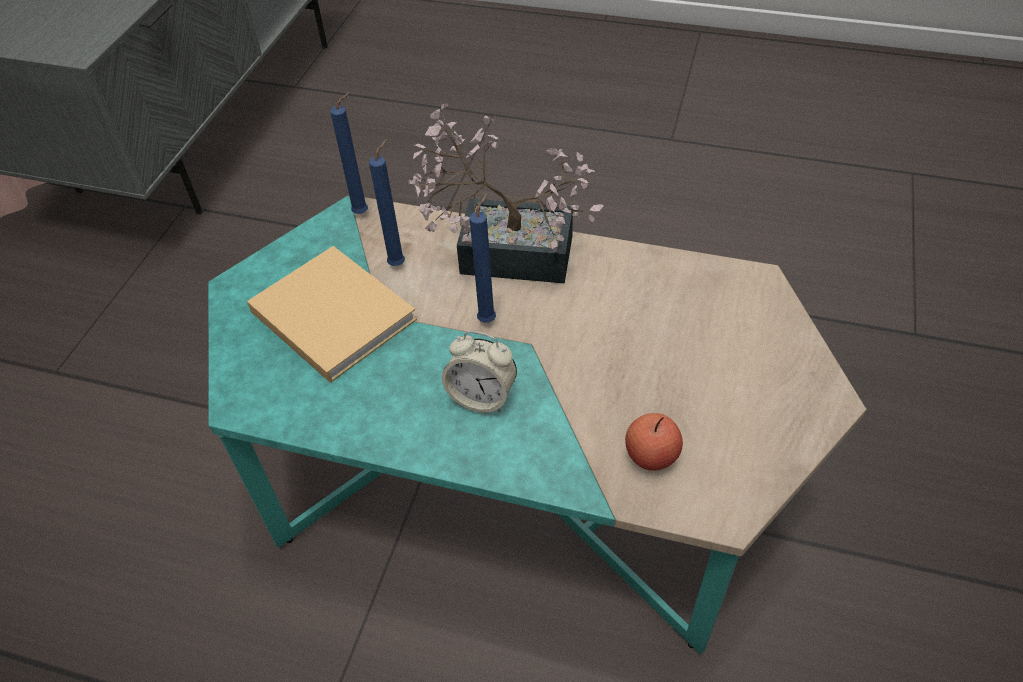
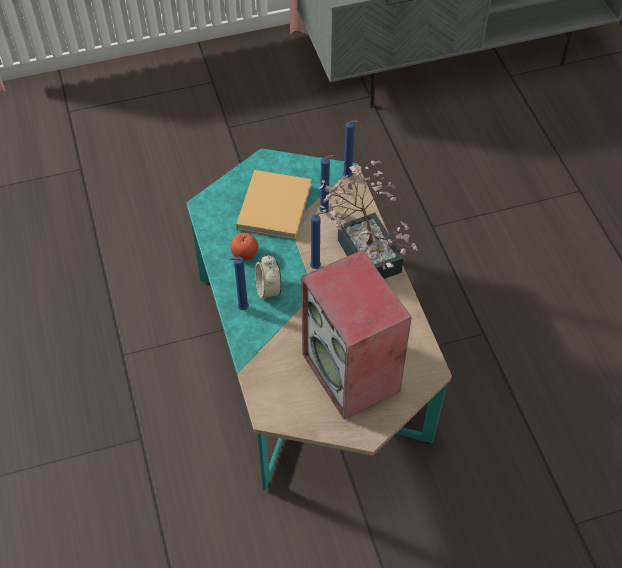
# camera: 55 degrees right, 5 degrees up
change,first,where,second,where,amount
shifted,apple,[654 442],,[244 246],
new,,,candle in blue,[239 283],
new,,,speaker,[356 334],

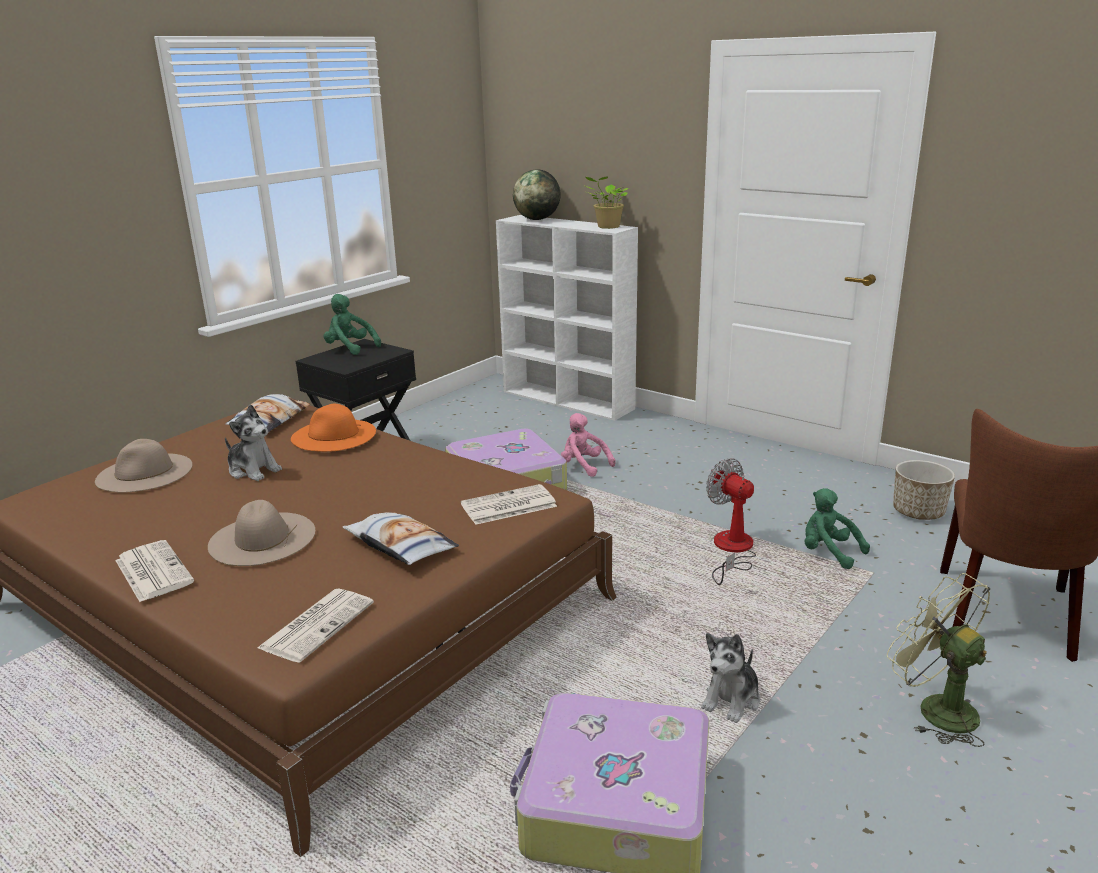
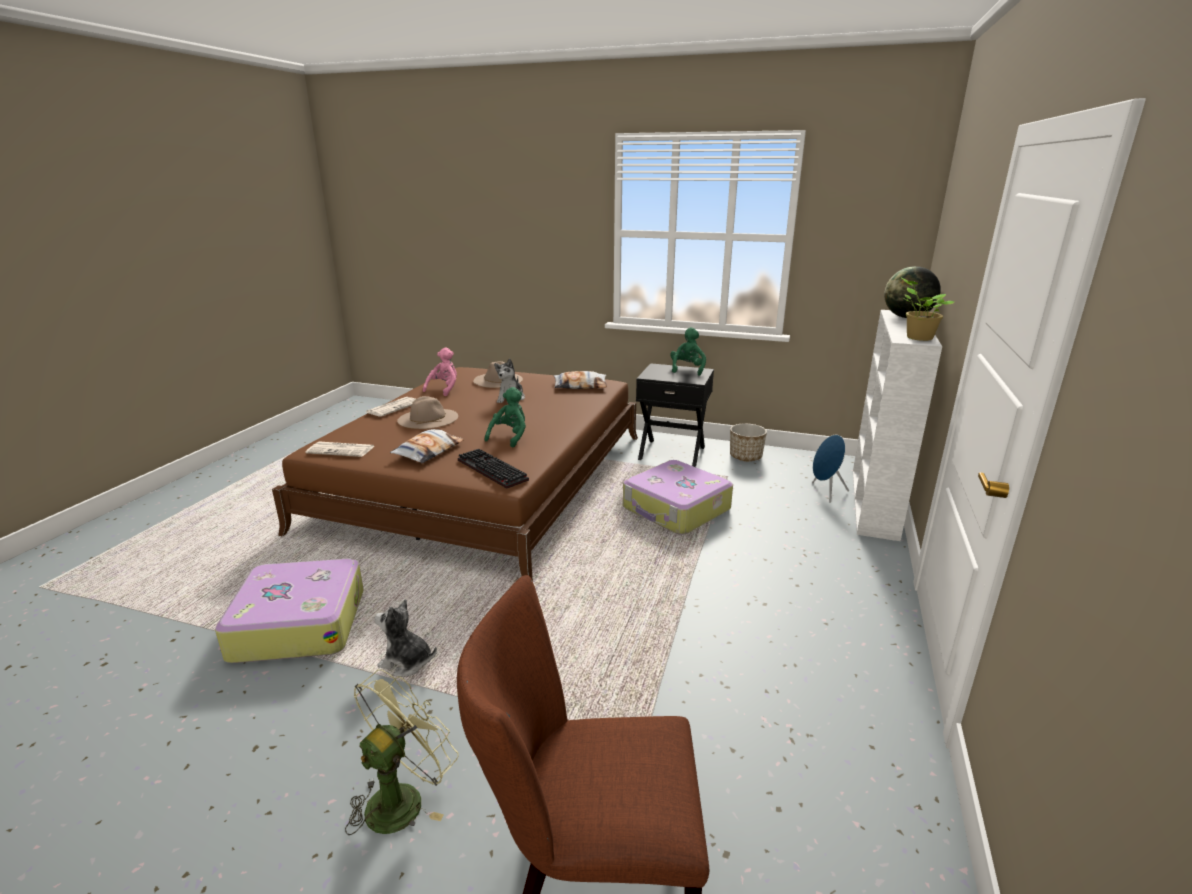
# camera: 70 degrees right, 0 degrees up
change,first,where,second,where,amount
gone,hat in orange,[333 428],,,
swapped,newspaper,[509 504],keyboard,[493 468],
shifted,plush toy in pink,[588 445],,[440 372],
gone,fan,[731 521],,,
shifted,plush toy in green,[837 528],,[505 417],
shifted,planter,[924 490],,[748 442],
new,,,speaker in blue,[830 469],

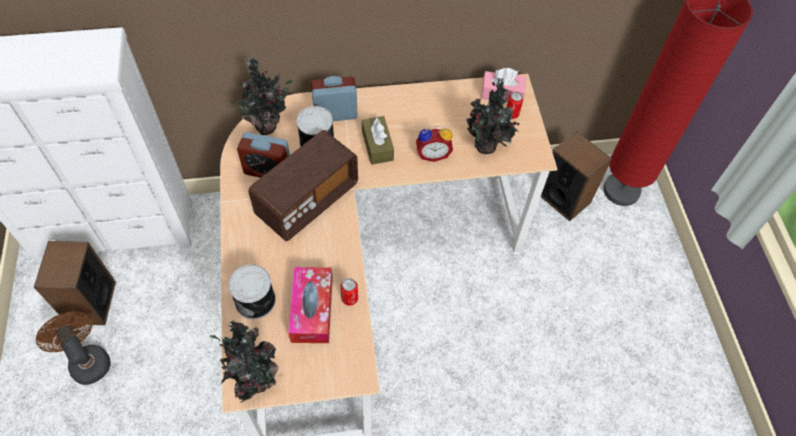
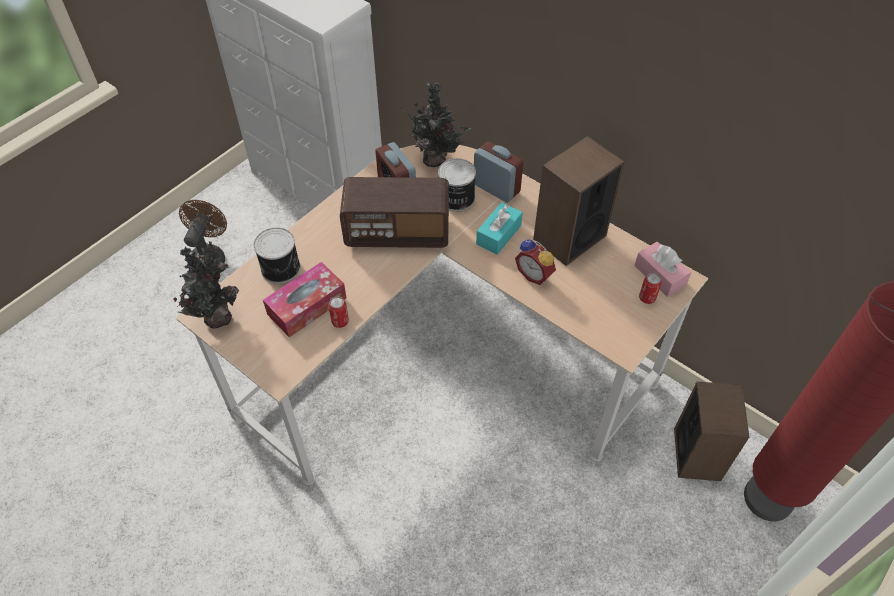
# camera: 50 degrees right, 5 degrees down
change,first,where,second,where,amount
shifted,speaker,[75 283],,[578 201],
repainted,tissue box in brown,[378 140],tissue box in turquoise,[499 228],
gone,potted plant,[492 116],,,

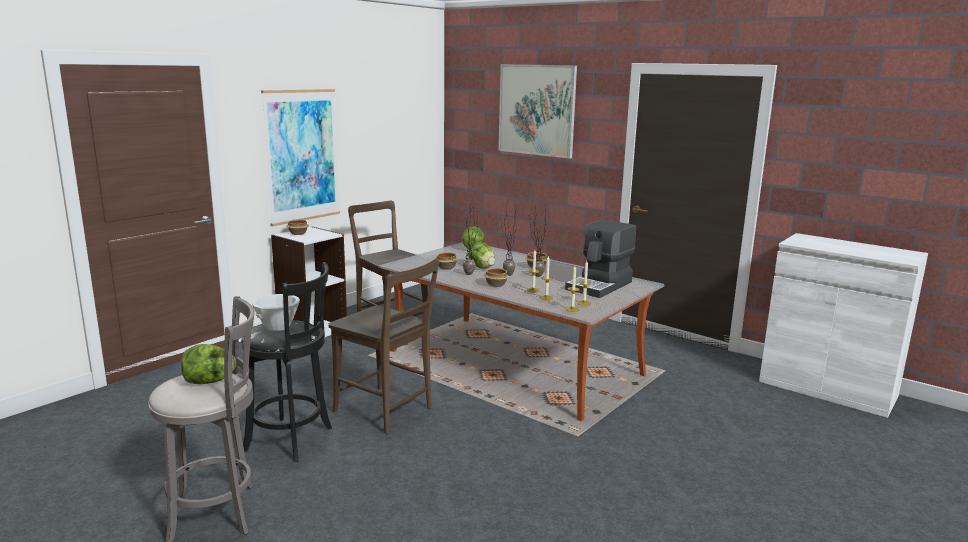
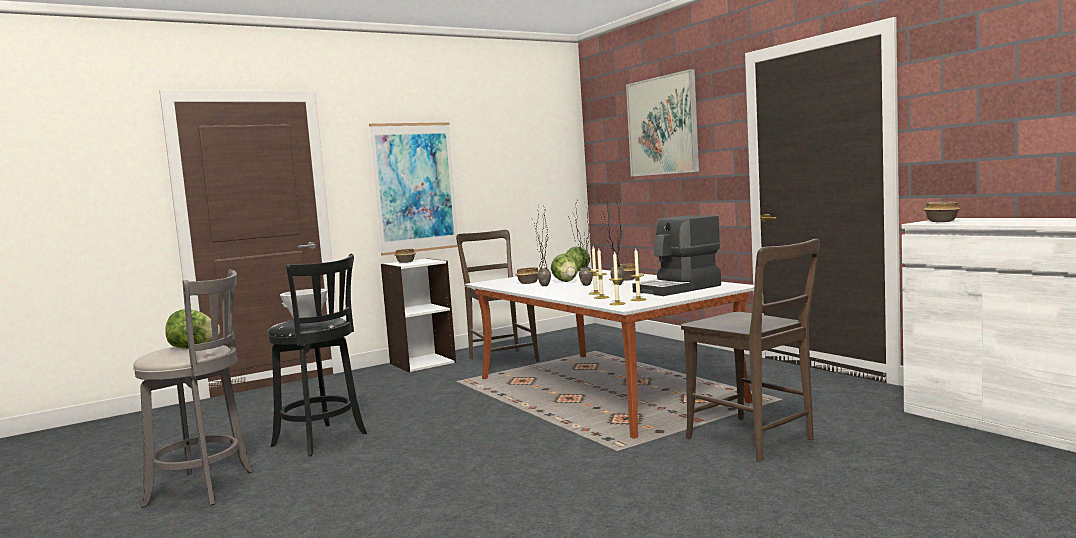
# camera: 20 degrees right, 10 degrees down
change,first,where,second,where,amount
shifted,chair in brown,[384 346],,[750 350],
shifted,bowl,[496 277],,[942 212],

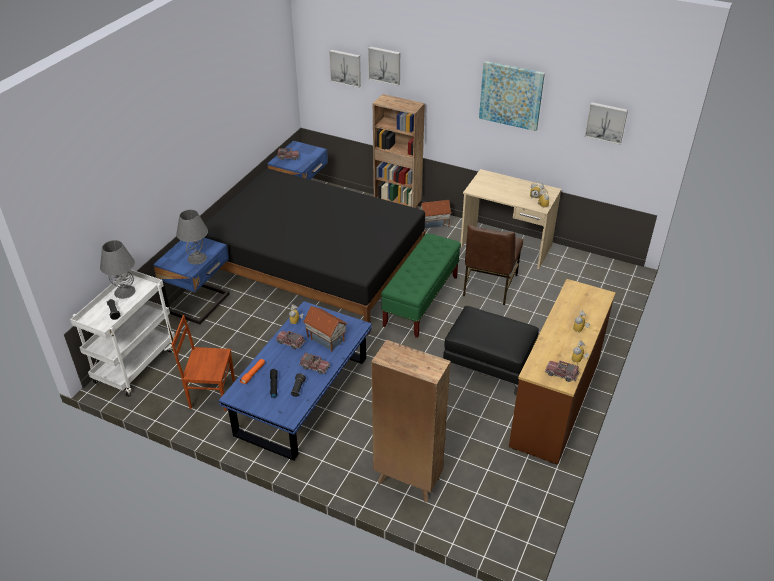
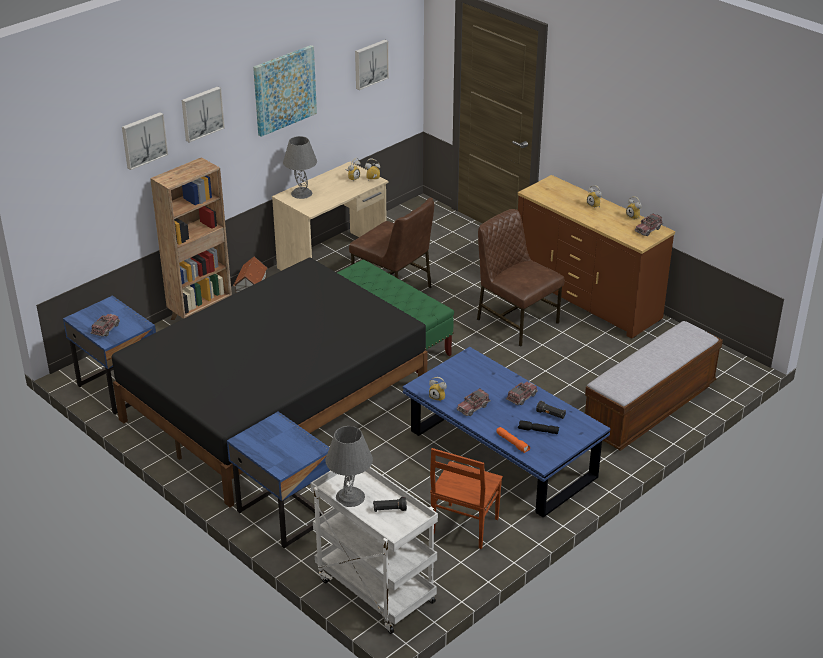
# camera: 70 degrees left, 5 degrees down
change,first,where,second,where,amount
shifted,table lamp in grey,[192 237],,[300 167],
gone,toy house,[325 329],,,
shifted,picture,[345 69],,[203 115],
swapped,bookcase in brown,[411 421],bench,[654 386],
swapped,ottoman in black,[491 350],chair in brown,[520 278],

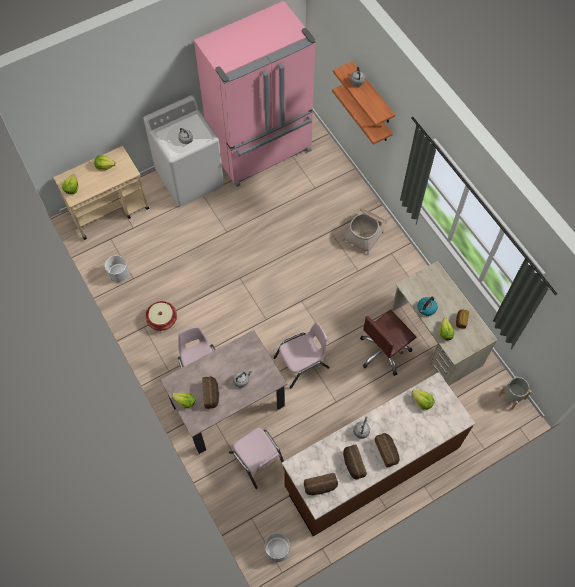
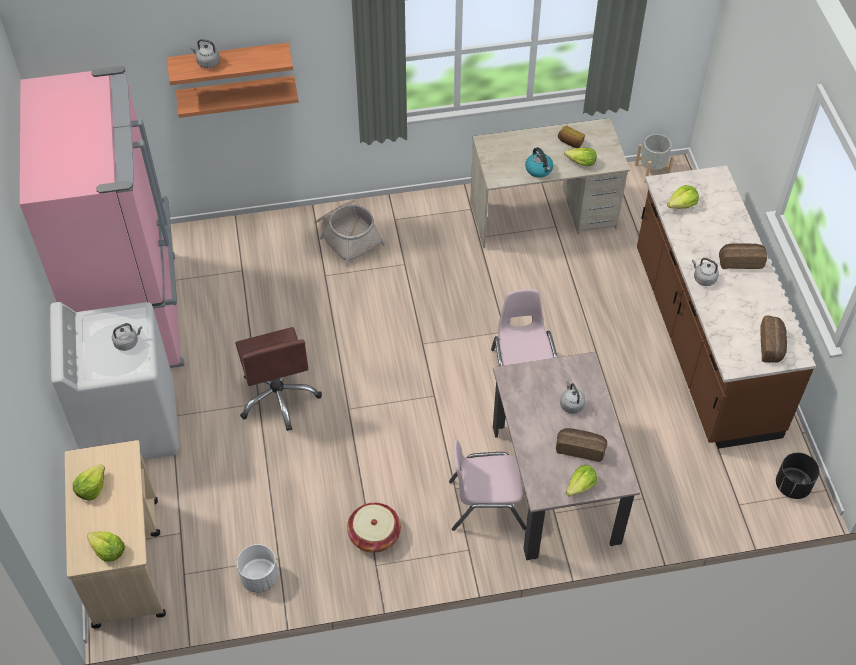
# camera: 70 degrees left, 10 degrees down
change,first,where,second,where,amount
gone,chair in pink,[256 458],,,
repainted,planter in white,[277 547],planter in black,[798 476],
gone,bread,[355 462],,,
shifted,office chair in brown,[388 343],,[278 379],

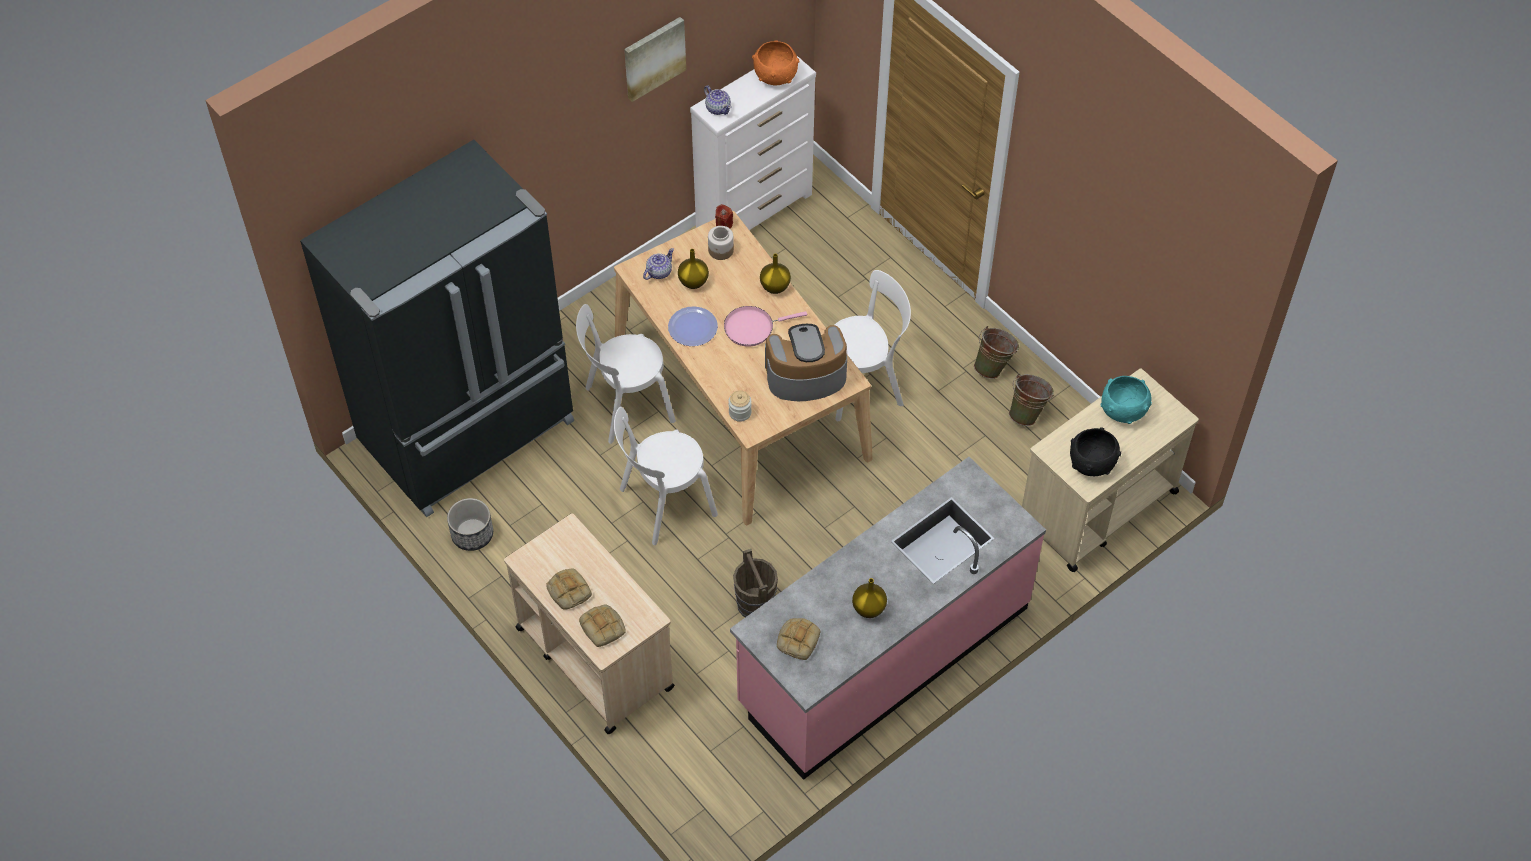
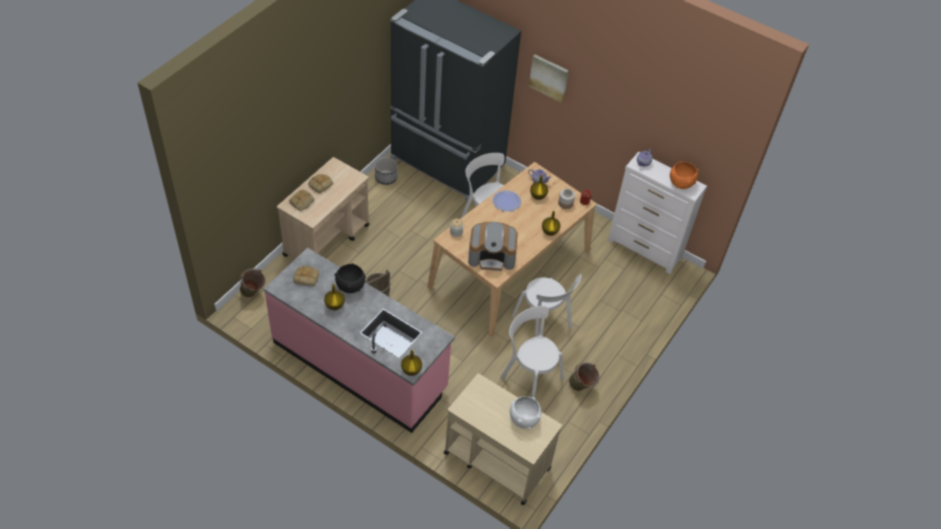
# camera: 70 degrees right, 5 degrees down
change,first,where,second,where,amount
shifted,chair in white,[666 476],,[531 352],
shifted,picture,[655 59],,[549 78],
gone,frying pan in pink,[765 326],,,
rotated,coffee machine,[806 362],,[492 246],120 degrees clockwise
shifted,bucket in green,[1031 400],,[253 283],
shifted,bowl in black,[1095 451],,[350 278],
repainted,bowl in turquoise,[1126 400],bowl in white,[525 412],
new,,,vase in yellow,[411 363],

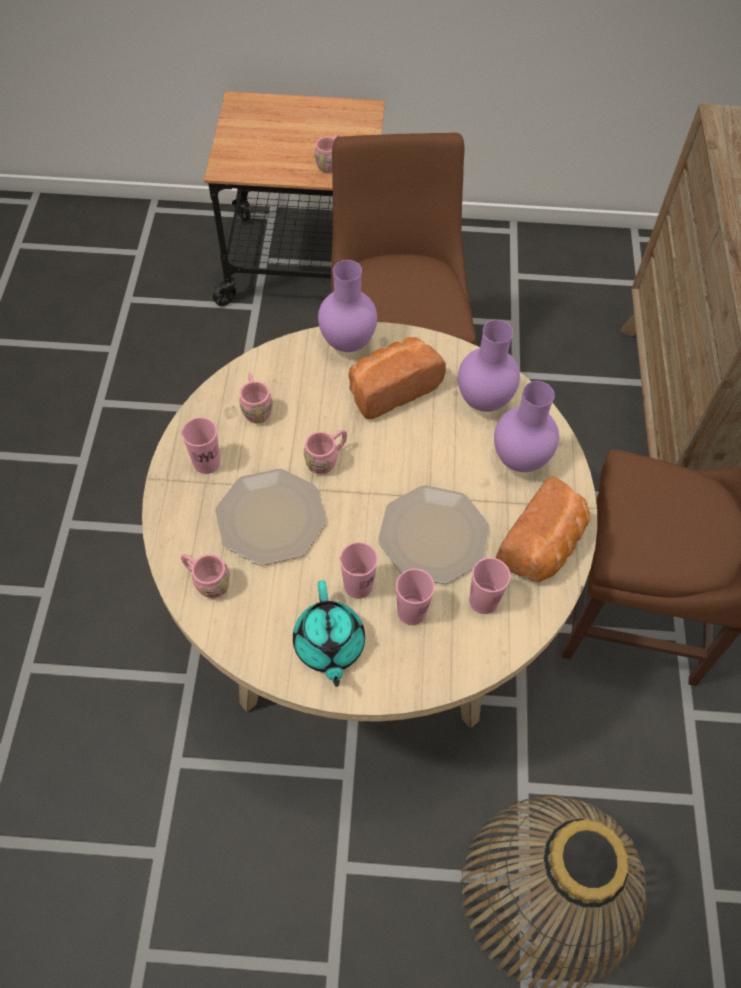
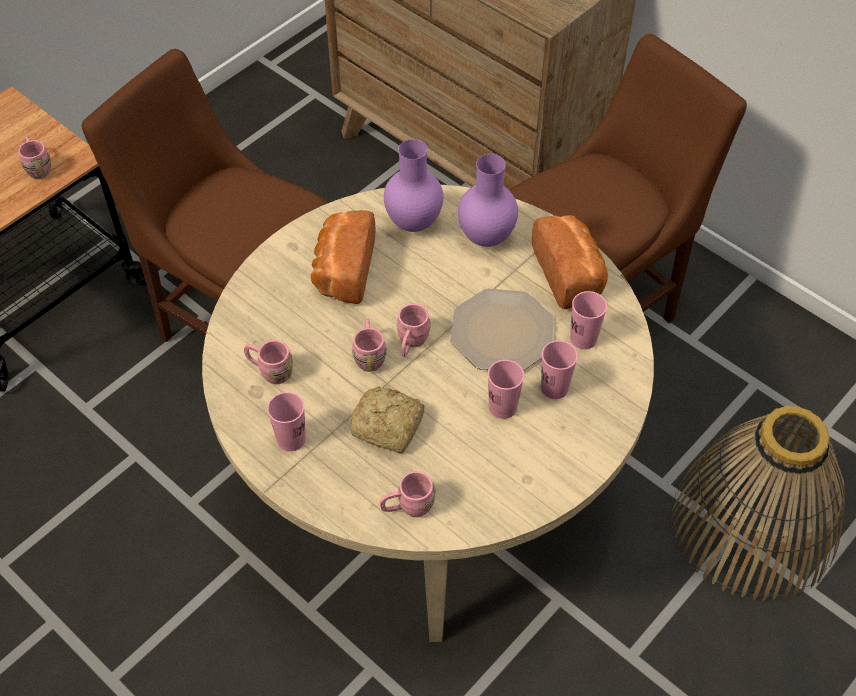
# camera: 50 degrees left, 5 degrees down
change,first,where,second,where,amount
swapped,plate,[270 517],bread,[387 419],
gone,teapot in turquoise,[329 634],,,
gone,vase in purple,[347 306],,,
new,,,mug in pink,[413 330],

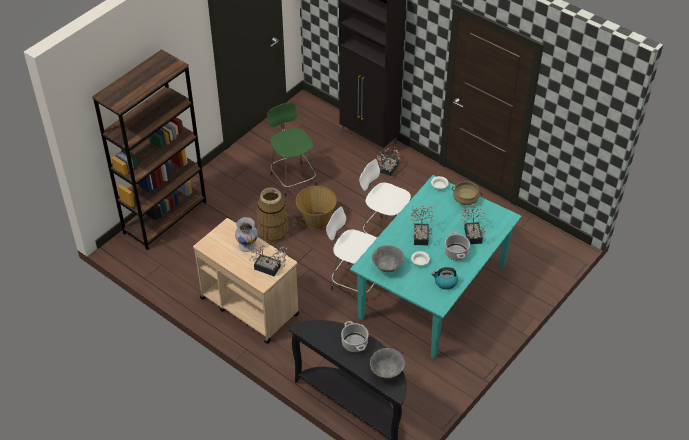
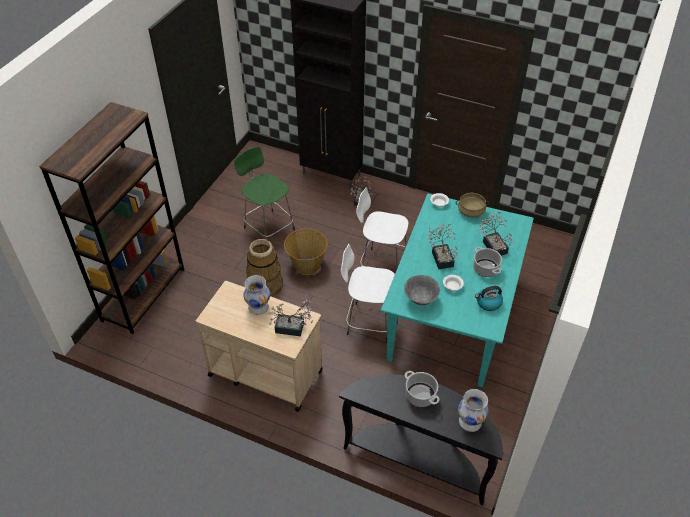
# camera: 15 degrees left, 0 degrees up
change,first,where,second,where,amount
swapped,bowl in grey,[387 363],vase in white,[473 410],

